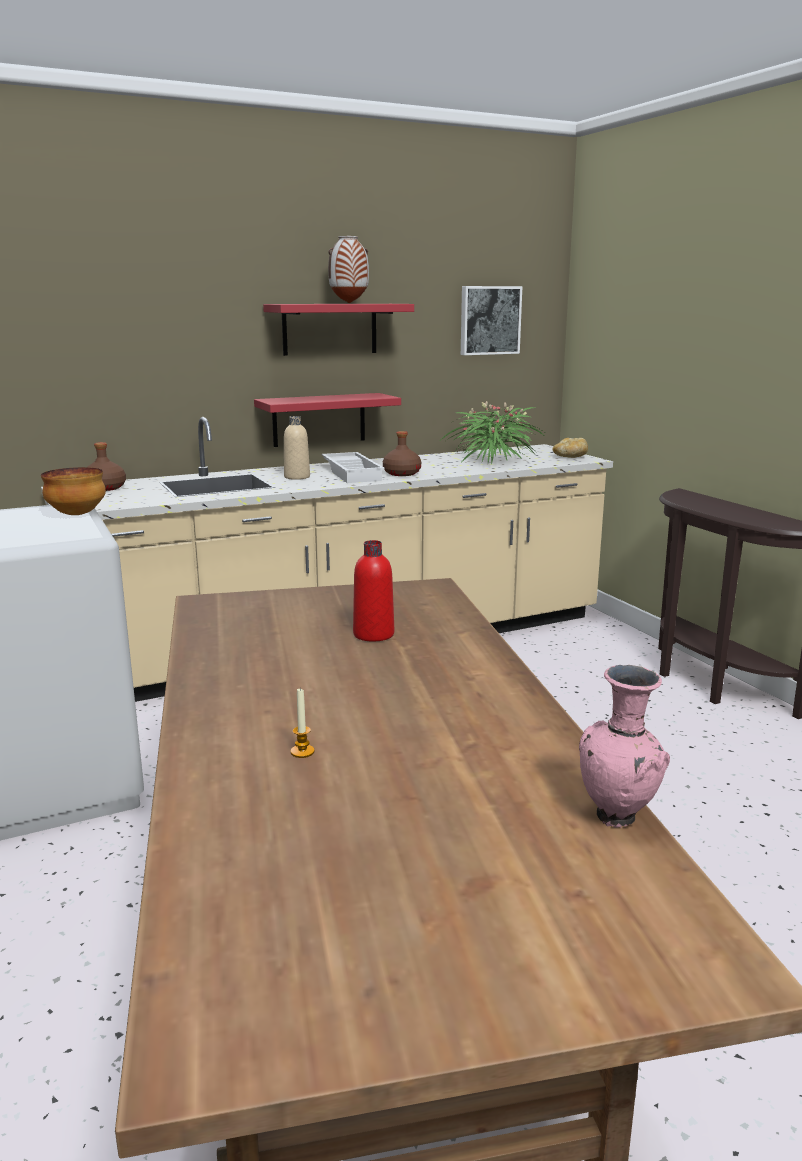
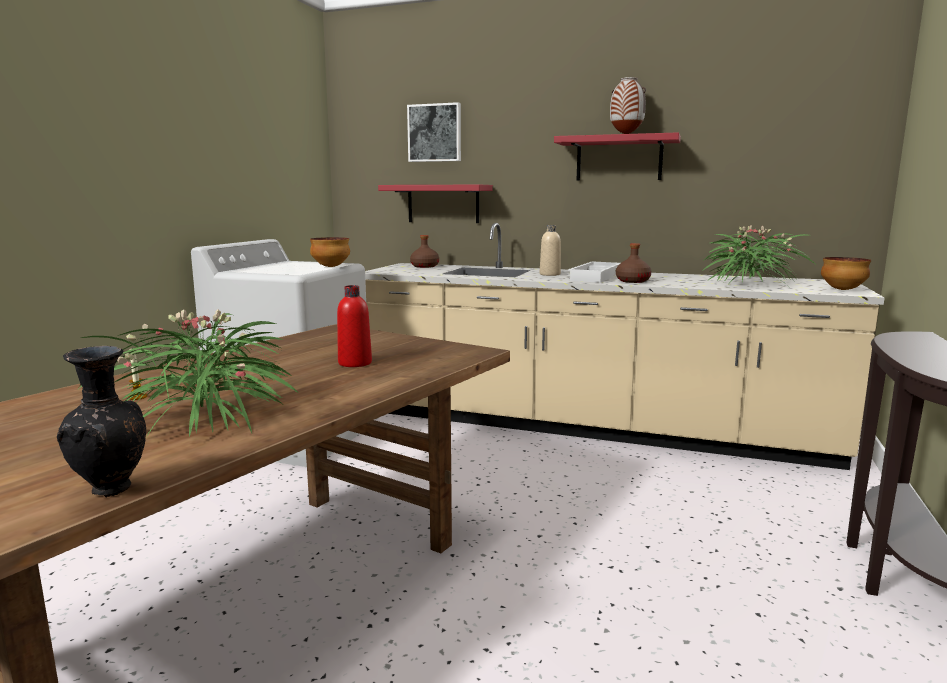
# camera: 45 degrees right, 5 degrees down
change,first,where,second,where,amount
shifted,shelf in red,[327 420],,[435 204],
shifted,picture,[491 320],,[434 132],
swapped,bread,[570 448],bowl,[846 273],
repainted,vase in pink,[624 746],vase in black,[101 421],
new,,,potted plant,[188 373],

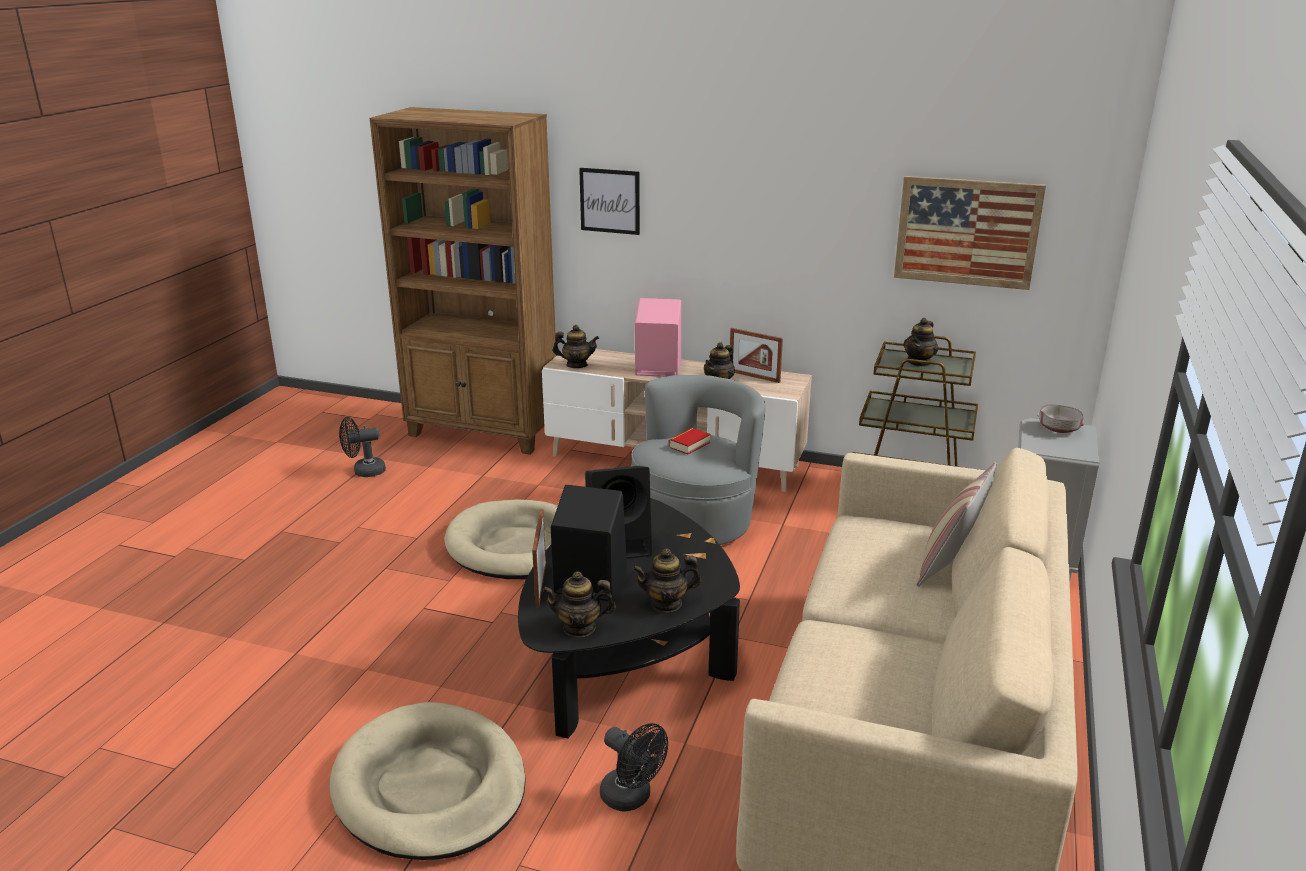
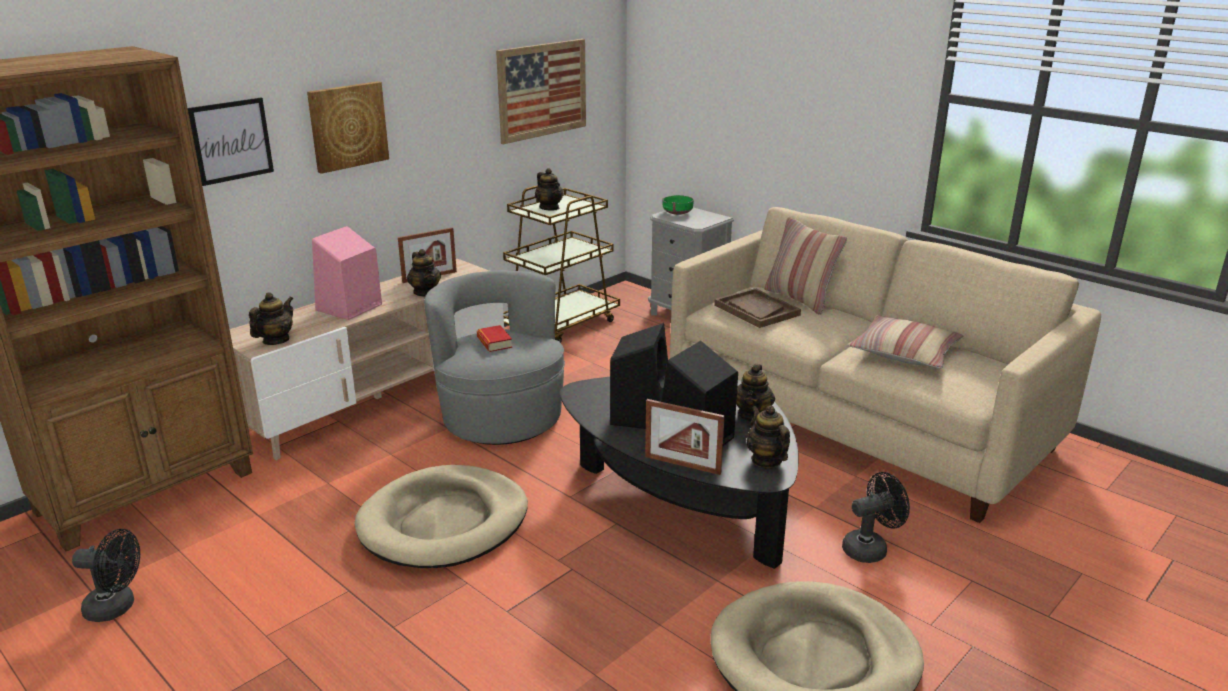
# camera: 65 degrees left, 0 degrees up
change,first,where,second,where,amount
rotated,fan in black,[362 447],,[106 575],90 degrees counterclockwise
rotated,teapot,[579 604],,[768 436],135 degrees clockwise
repainted,bowl in grey,[1060 418],bowl in green,[678 205],
new,,,picture,[348 127],
new,,,tray in brown,[757 308],
new,,,pillow,[905 341],

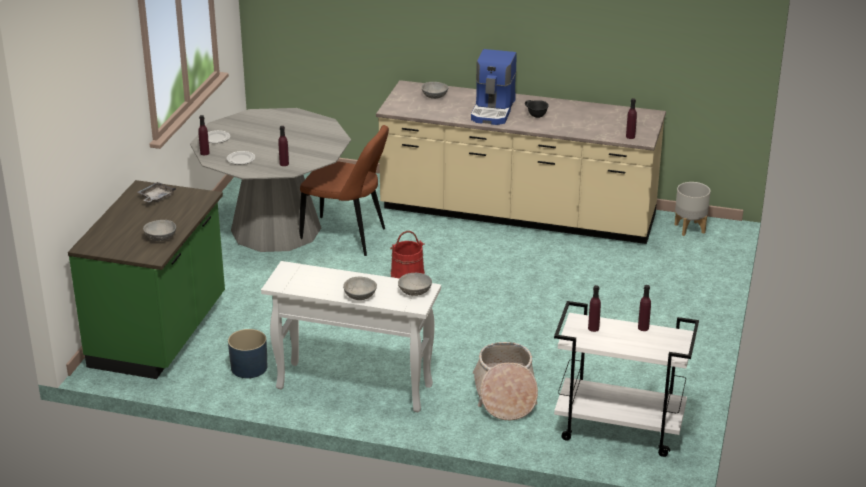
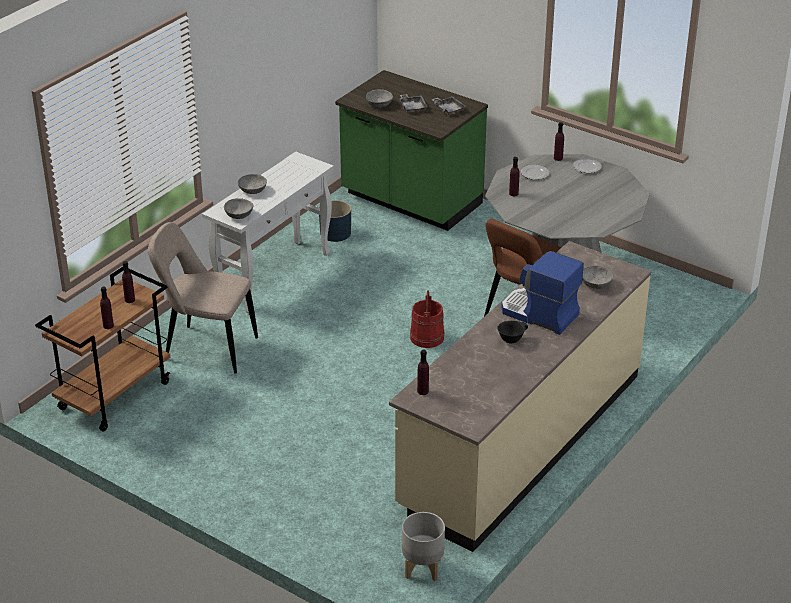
# camera: 110 degrees right, 5 degrees up
change,first,where,second,where,amount
swapped,basket,[505 381],chair in beige,[203 297],
repainted,cart in white,[626 379],cart in brown,[102 349],
new,,,tray in grey,[413 103],

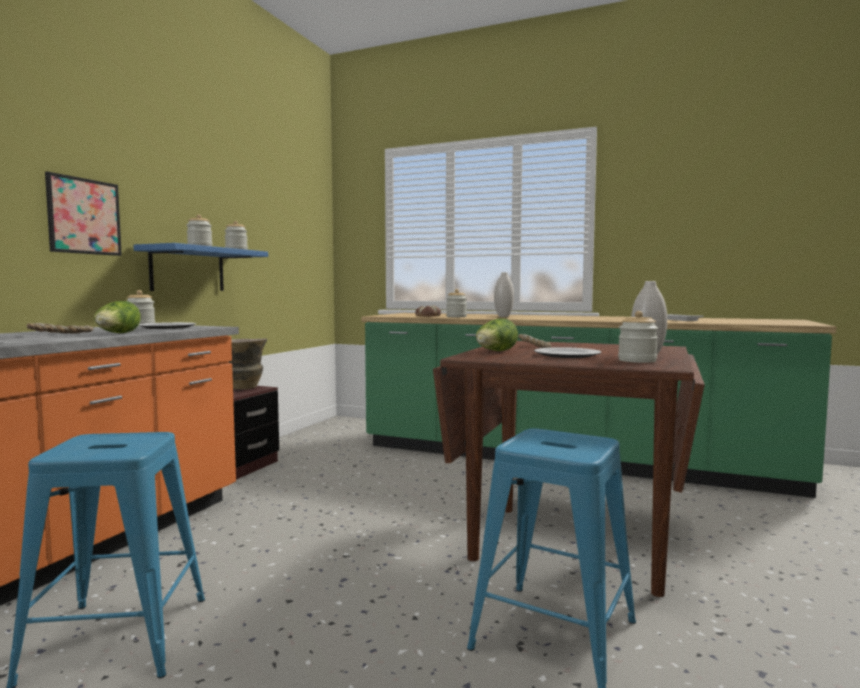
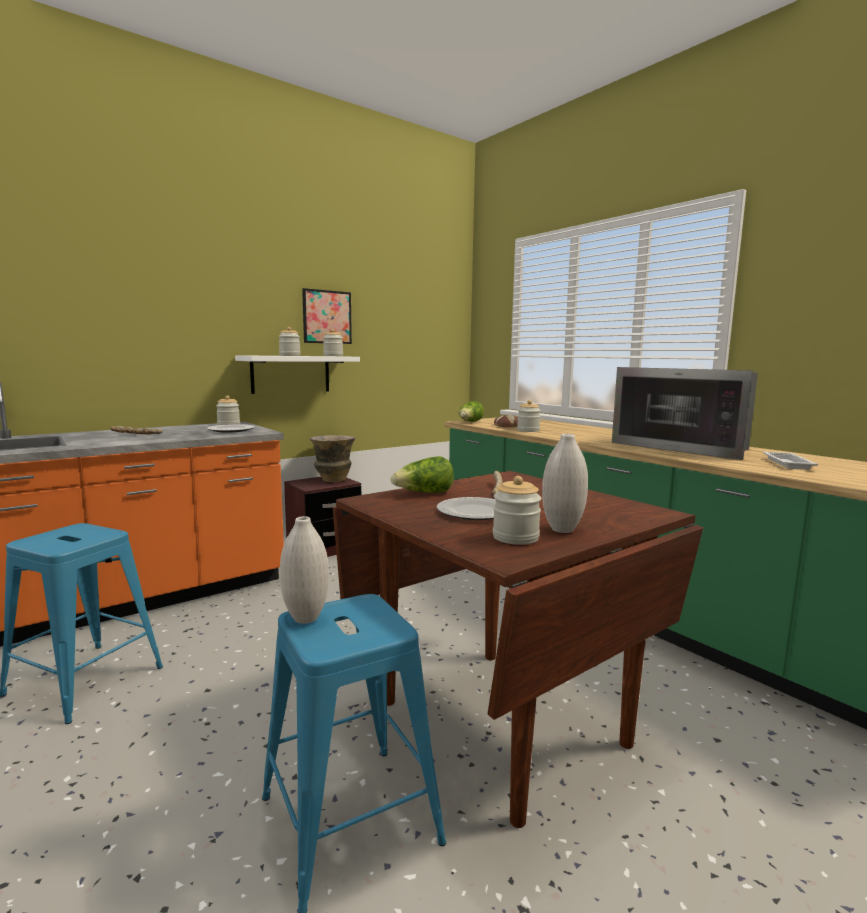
# camera: 30 degrees right, 5 degrees up
change,first,where,second,where,amount
shifted,picture,[83 213],,[327 316],
shifted,lettuce,[117 317],,[471 411],
repainted,shelf in blue,[200 267],shelf in white,[297 374],
shifted,vase in white,[504 294],,[304 570],
new,,,microwave,[685 413],

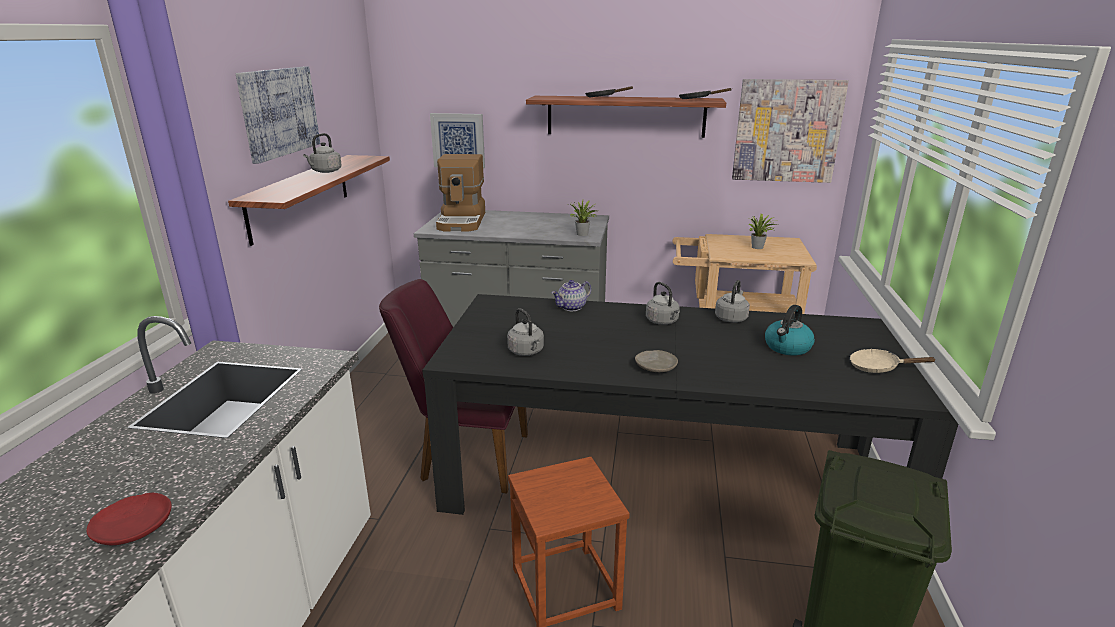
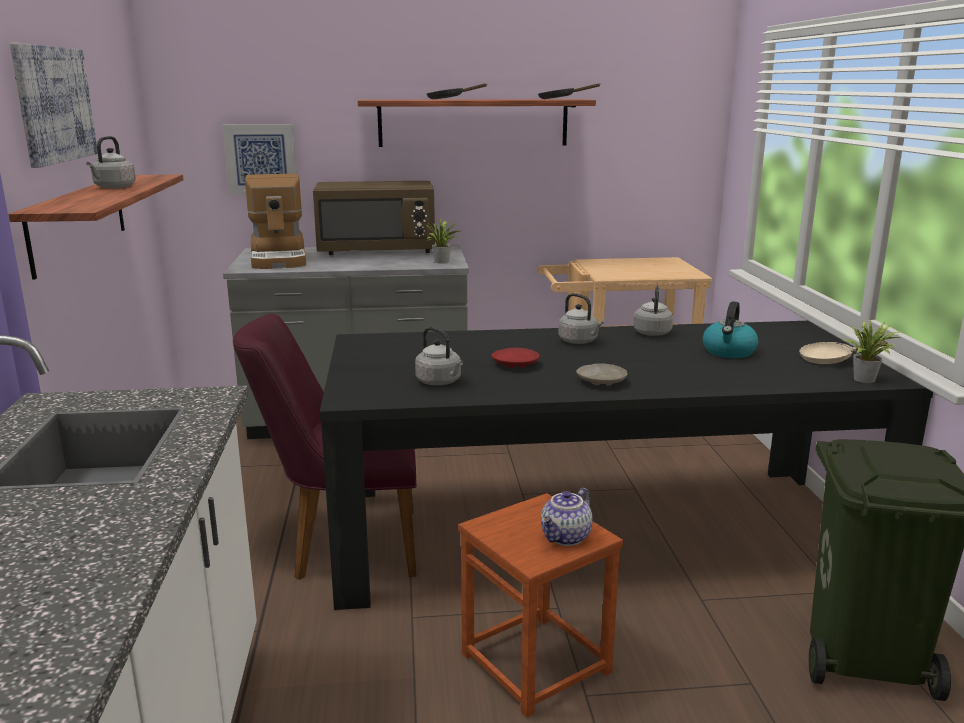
# camera: 15 degrees left, 5 degrees down
change,first,where,second,where,amount
shifted,plate in red,[129 519],,[515 358],
shifted,teapot,[571 295],,[567 517],
gone,picture,[790 131],,,
shifted,potted plant,[763 231],,[873 351],
new,,,microwave in brown,[374 218],

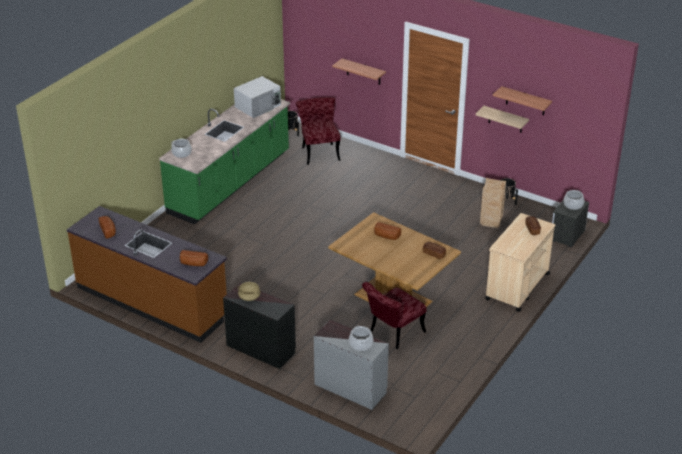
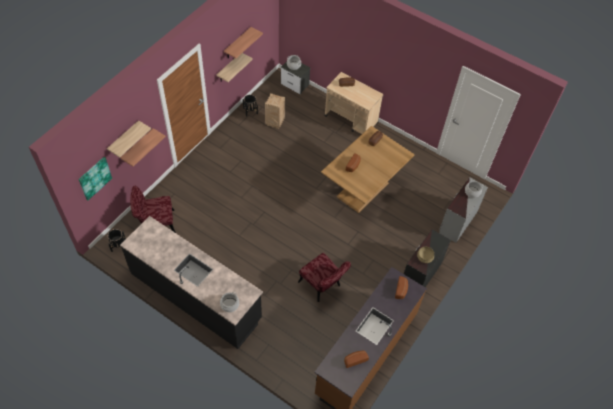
# camera: 90 degrees left, 20 degrees up
change,first,where,second,where,amount
repainted,counter in green,[224 162],counter in black,[191 282],
gone,microwave in white,[257 97],,,
shifted,chair in red,[394 315],,[324 277],
new,,,picture,[95 178],
new,,,shelf,[129 139],

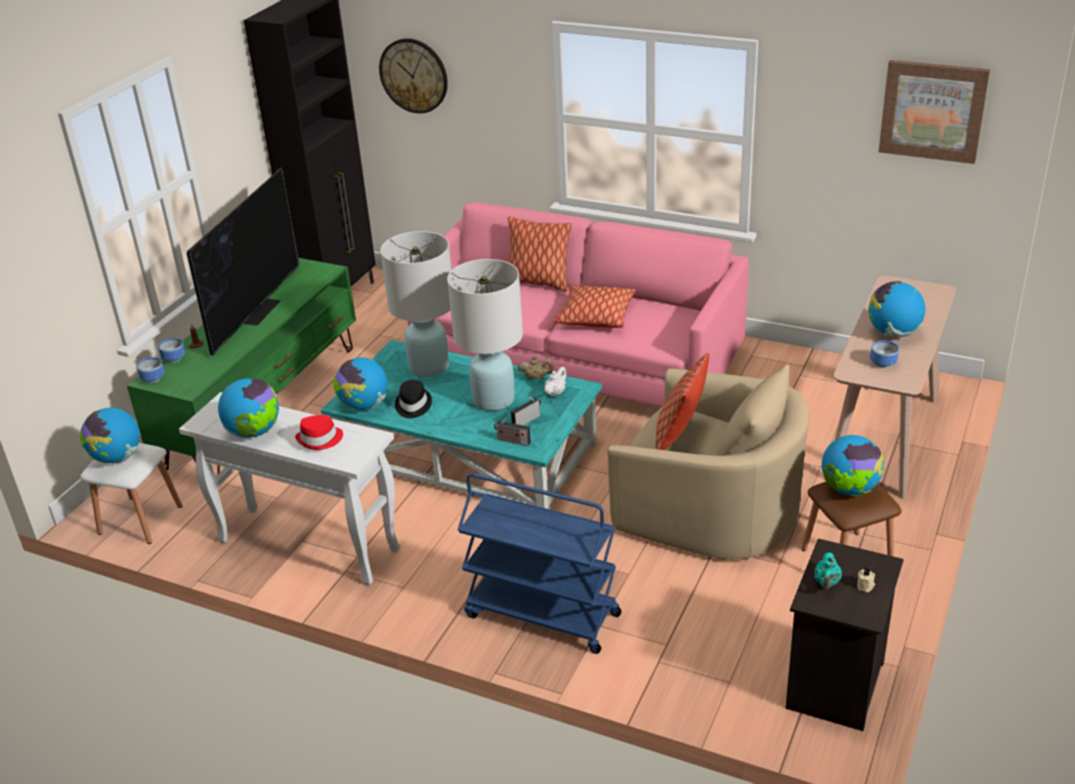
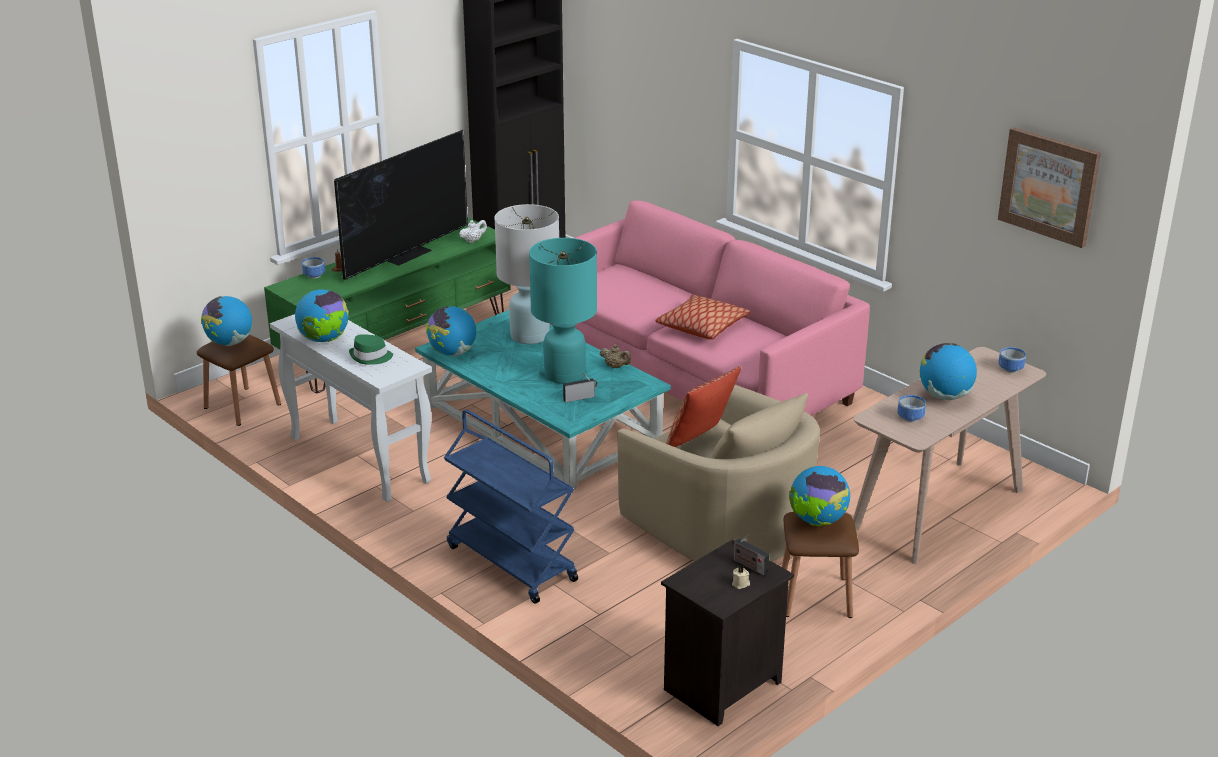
# camera: 20 degrees right, 5 degrees down
change,first,where,second,where,amount
repainted,stool in white,[131 493],stool in brown,[239 380],
shifted,bowl,[151 370],,[1012 360],
repainted,hat in red,[319 432],hat in green,[371 349],
gone,wall clock,[413 75],,,
gone,hat in black,[413 399],,,
repainted,table lamp in white,[485 335],table lamp in turquoise,[563 311],
shifted,radio,[512 431],,[751 555],
gone,pillow,[540 254],,,
shifted,teapot in white,[556 382],,[473 231],
gone,teapot in turquoise,[828 571],,,

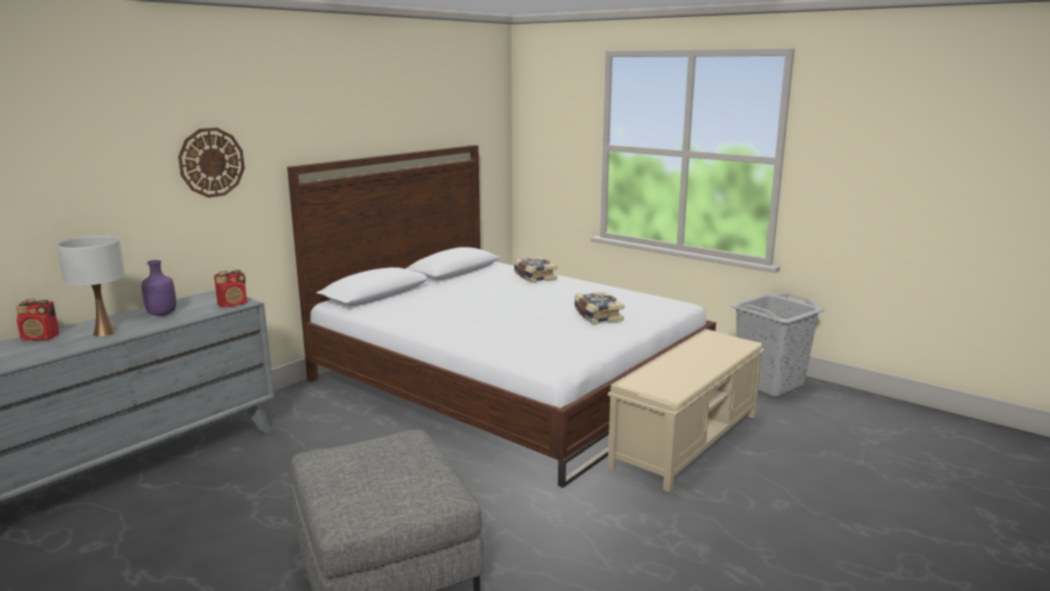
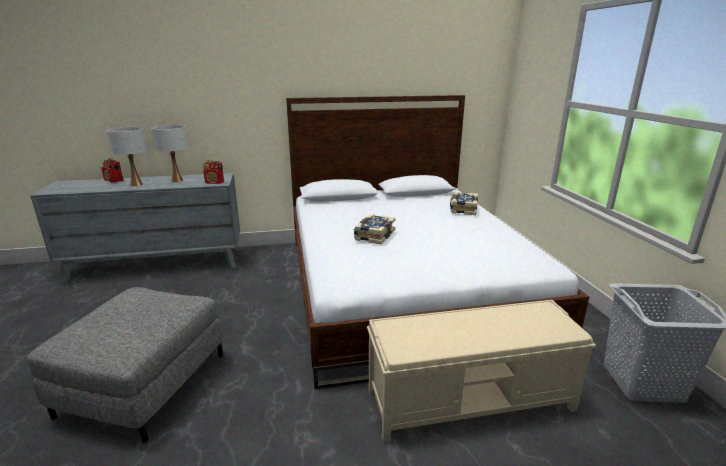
# camera: 40 degrees right, 5 degrees up
change,first,where,second,where,amount
swapped,bottle in purple,[159 288],table lamp in white,[169 153],
gone,wall clock,[211 163],,,
shifted,book,[599 307],,[375 229],

